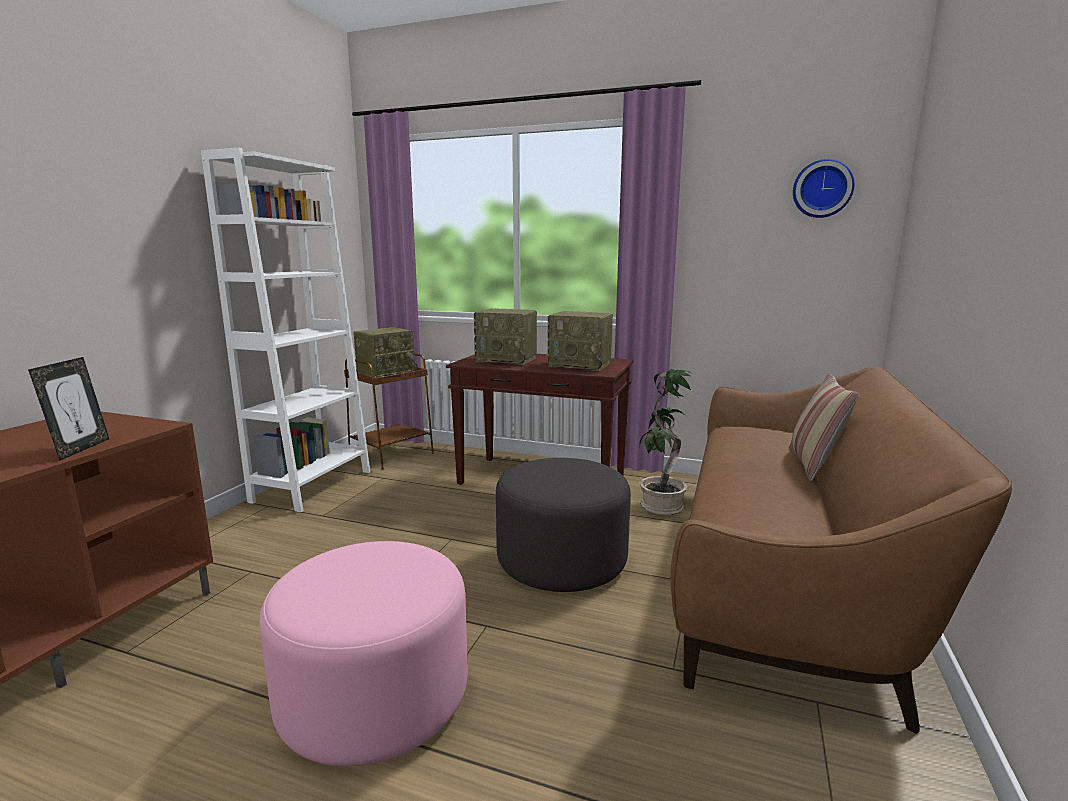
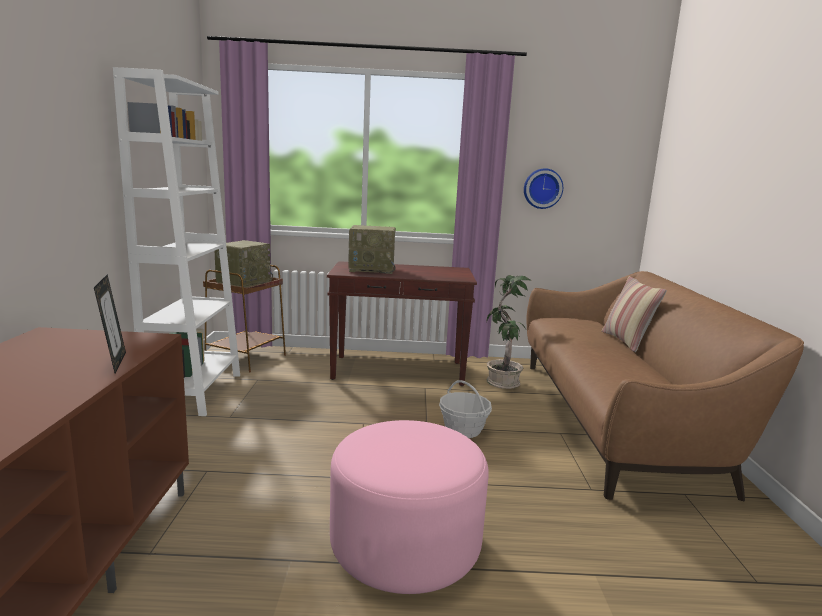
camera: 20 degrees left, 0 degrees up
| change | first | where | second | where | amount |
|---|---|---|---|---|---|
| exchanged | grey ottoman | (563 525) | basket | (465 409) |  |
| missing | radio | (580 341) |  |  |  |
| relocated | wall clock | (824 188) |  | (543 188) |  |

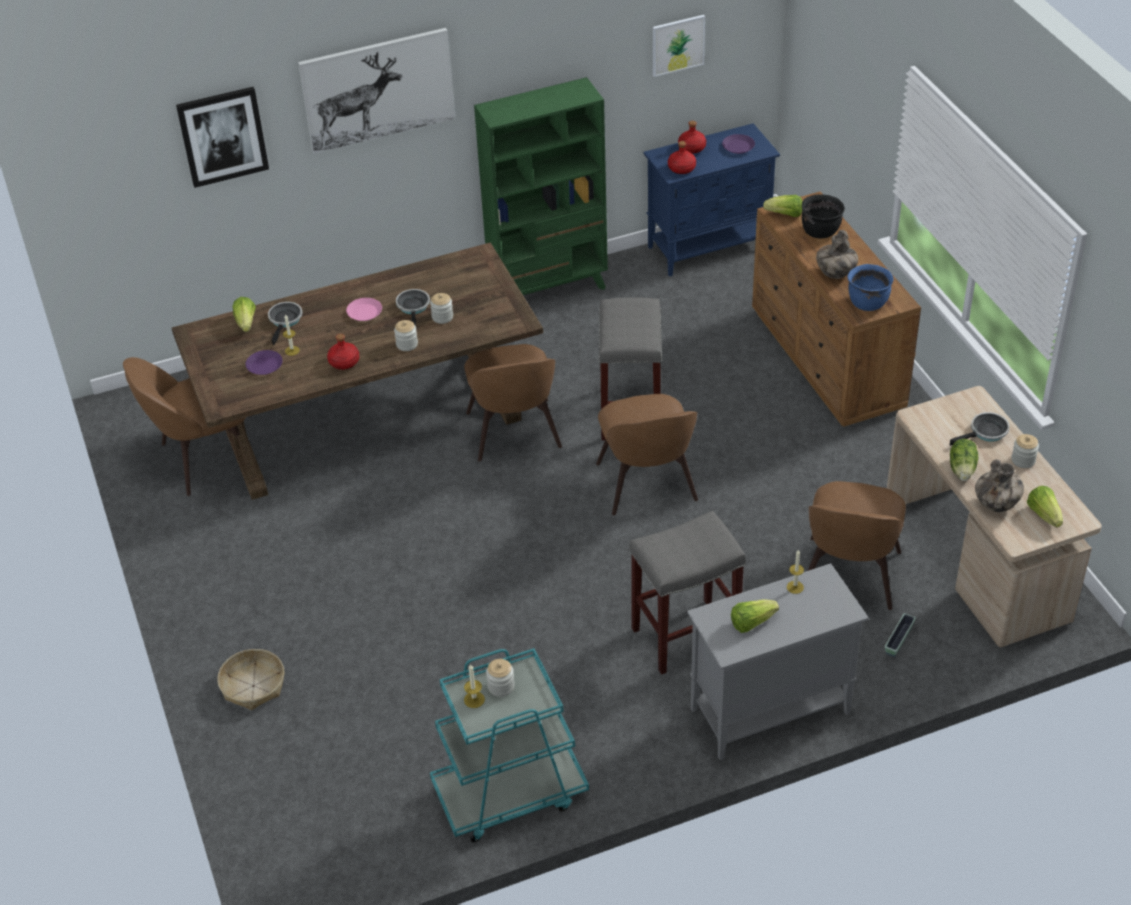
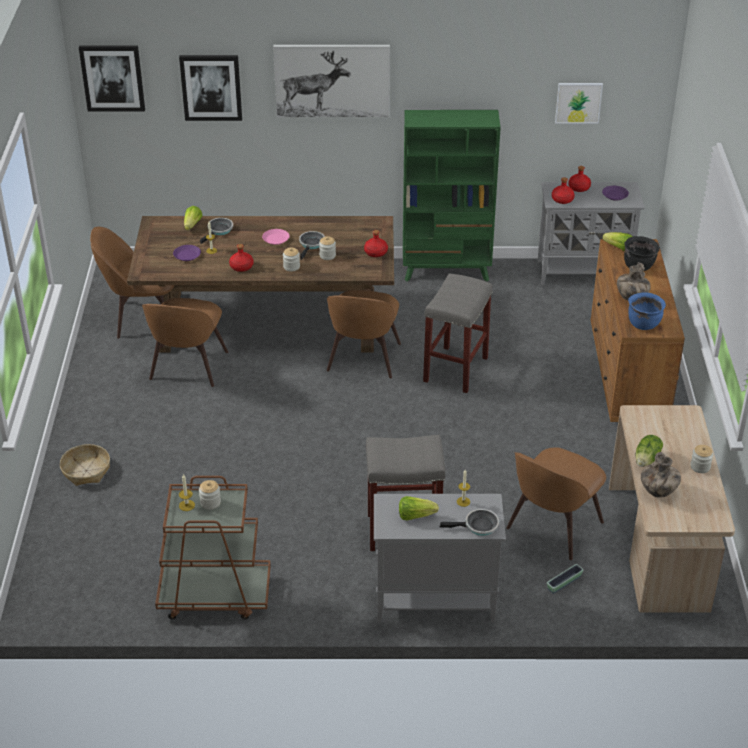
camera: 20 degrees right, 5 degrees down
| change | first | where | second | where | amount |
|---|---|---|---|---|---|
| colour | turquoise cart | (509 745) | brown cart | (213 547) |  |
| relocated | brown chair | (647 454) |  | (185 342) |  |
| colour | blue cabinet | (712 200) | grey cabinet | (591 233) |  |
| relocated | frying pan | (980 429) |  | (469 522) |  |
| missing | lettuce | (1045 507) |  |  |  |
| appeared |  |  | picture | (112 78) |  |
| appeared |  |  | red bottle | (376 243) |  |

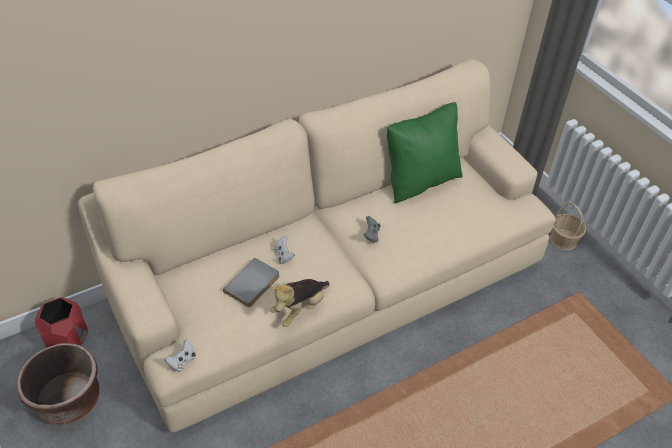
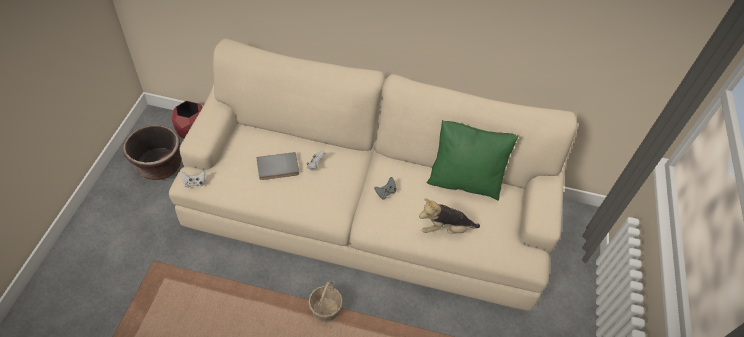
camera: 40 degrees right, 5 degrees up
| change | first | where | second | where | amount |
|---|---|---|---|---|---|
| relocated | plush toy | (299 303) |  | (449 216) |  |
| relocated | basket | (568 226) |  | (325 301) |  |

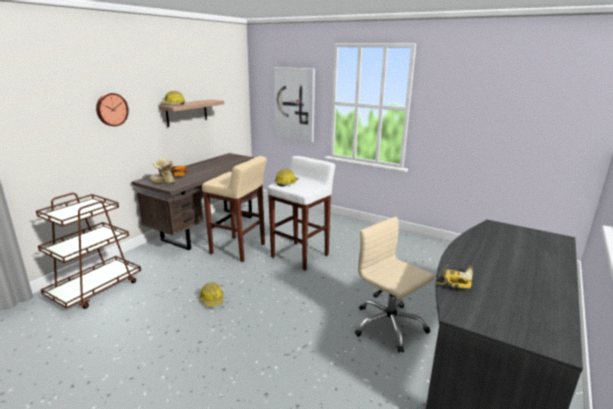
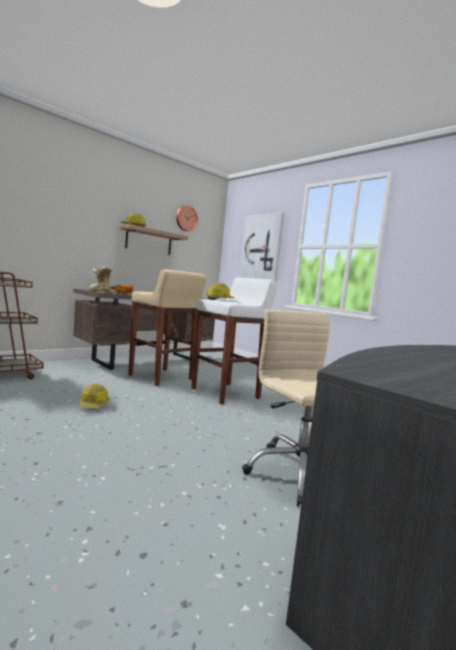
camera: 15 degrees right, 15 degrees down
| change | first | where | second | where | amount |
|---|---|---|---|---|---|
| relocated | wall clock | (112 109) |  | (187 218) |  |
| missing | power drill | (454 277) |  |  |  |

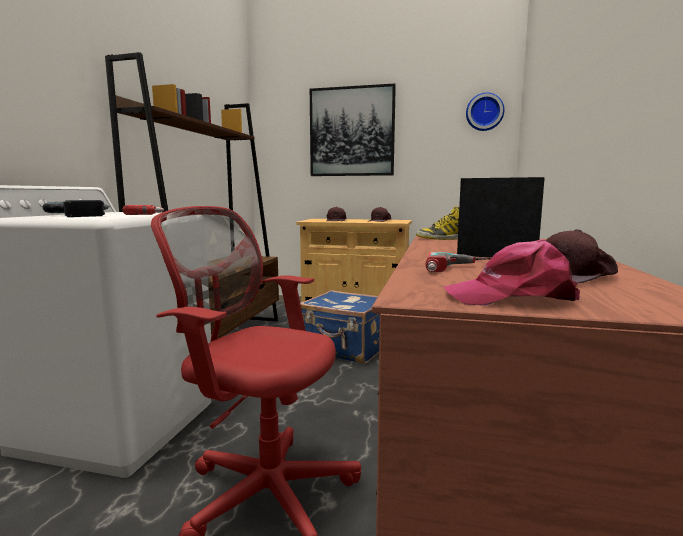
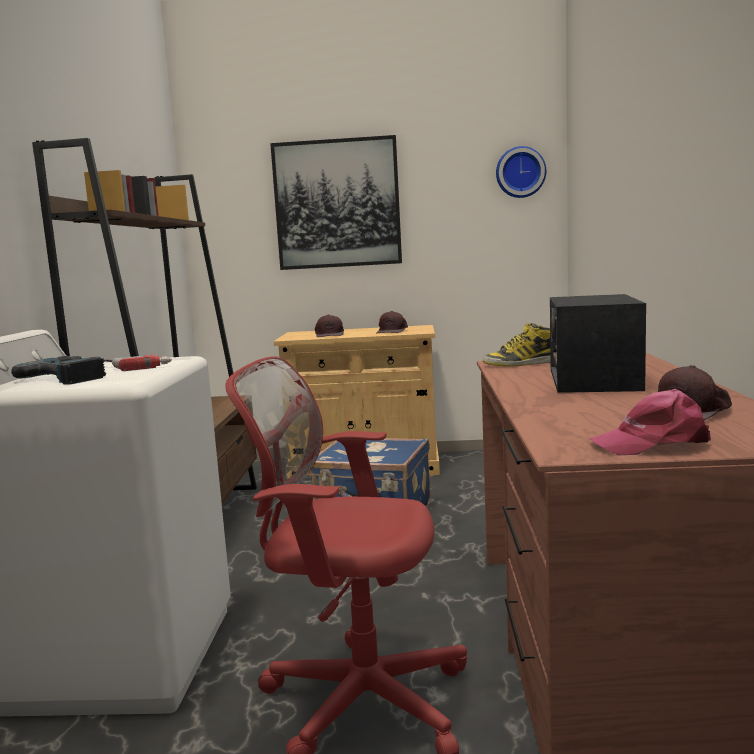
camera: 10 degrees left, 0 degrees up
| change | first | where | second | where | amount |
|---|---|---|---|---|---|
| missing | power drill | (458 262) |  |  |  |

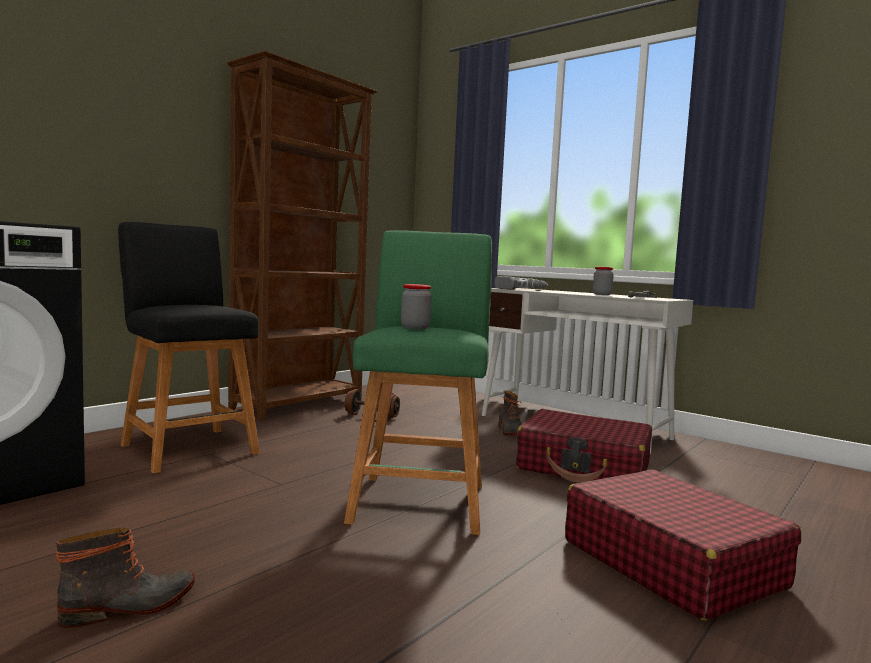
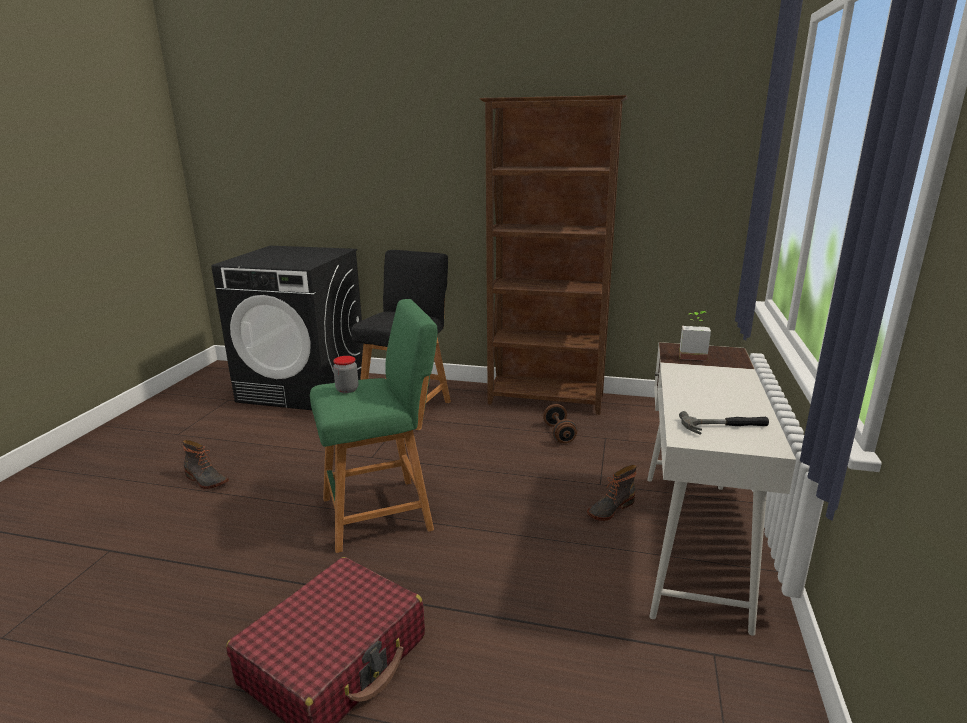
camera: 65 degrees right, 15 degrees up
| change | first | where | second | where | amount |
|---|---|---|---|---|---|
| exchanged | power drill | (521 282) | potted plant | (695 336) |  |
| missing | red suitcase | (584 446) |  |  |  |
| missing | jar | (603 281) |  |  |  |

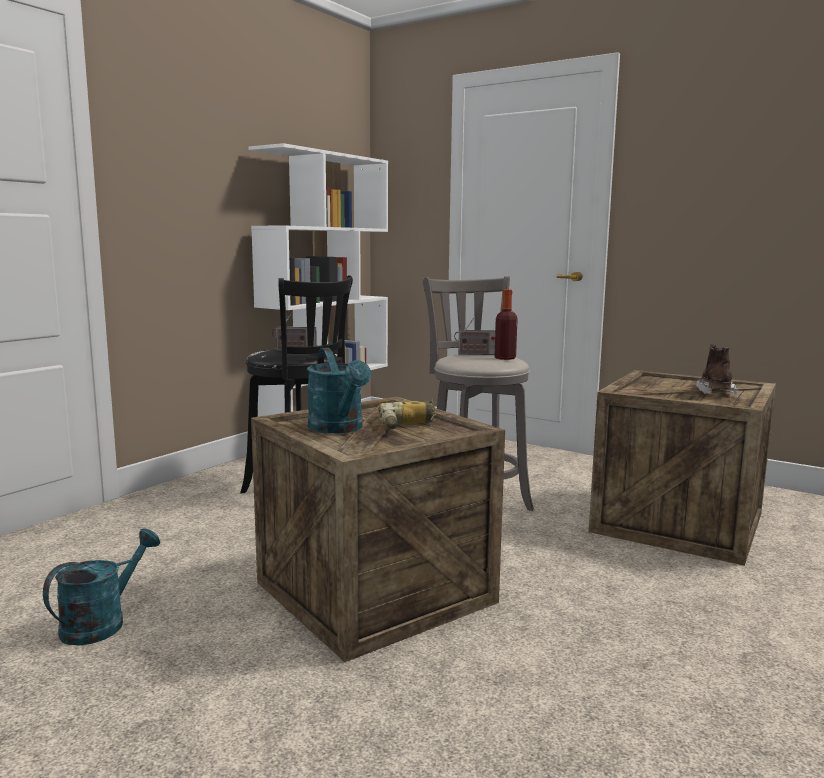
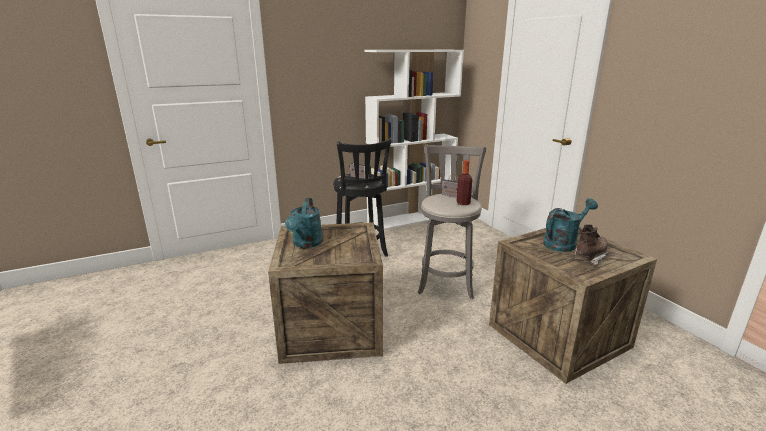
camera: 30 degrees right, 10 degrees up
| change | first | where | second | where | amount |
|---|---|---|---|---|---|
| relocated | turquoise watering can | (101 586) |  | (570 225) |  |
| missing | power drill | (407 413) |  |  |  |

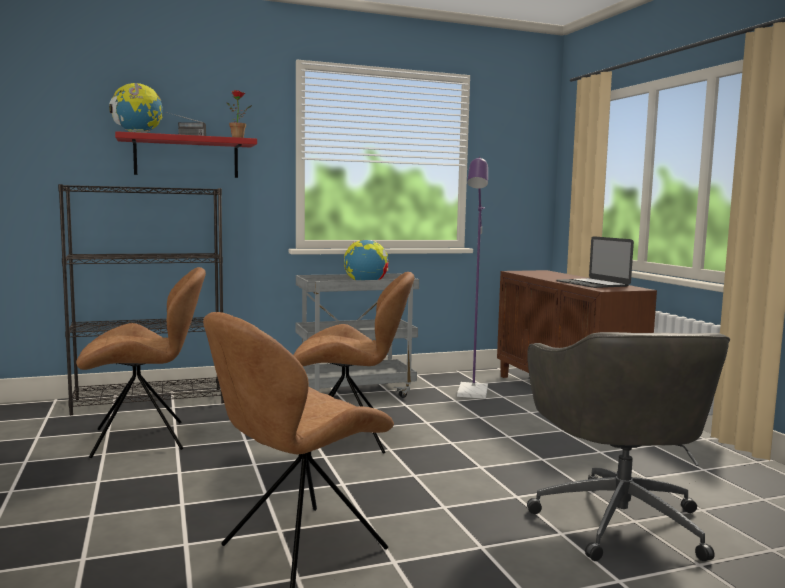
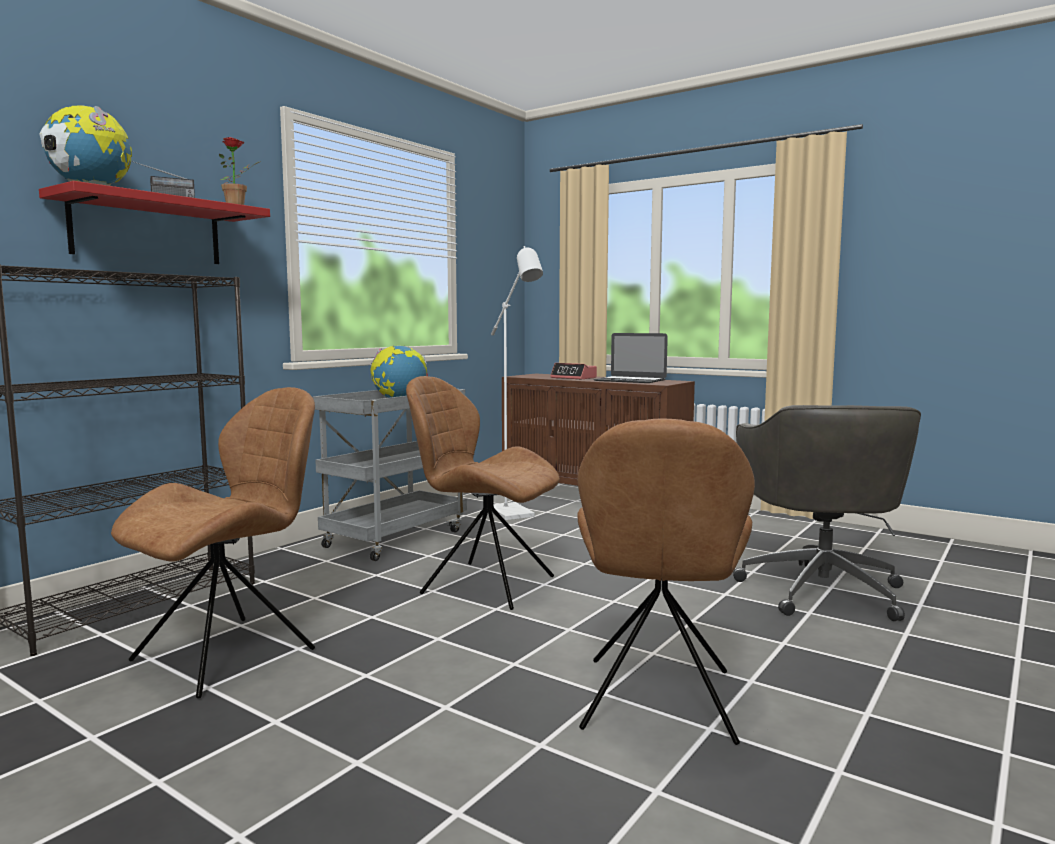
camera: 35 degrees left, 0 degrees up
| change | first | where | second | where | amount |
|---|---|---|---|---|---|
| spun | brown chair | (353 363) |  | (483 493) | 120 degrees counterclockwise |
| colour | purple floor lamp | (472 278) | white floor lamp | (517 383) |  |
| spun | grey office chair | (628 446) |  | (827 513) | 45 degrees clockwise |
| appeared |  |  | alarm clock | (573 371) |  |

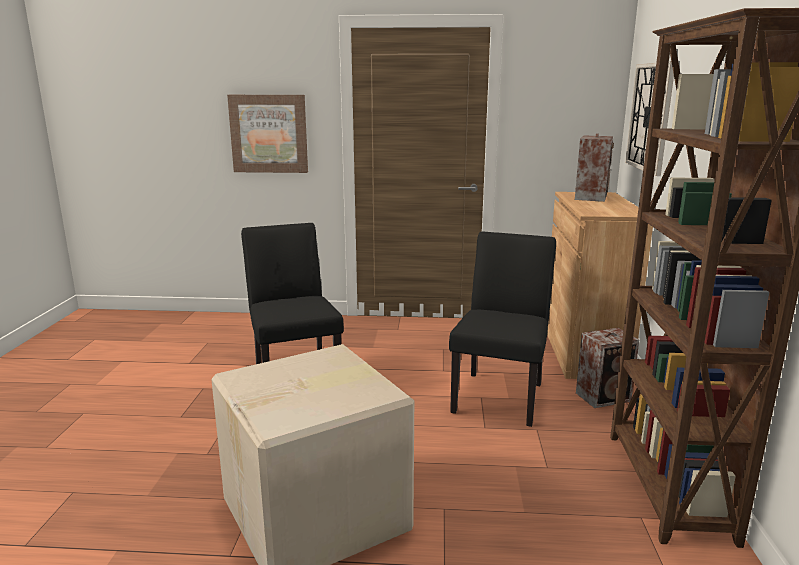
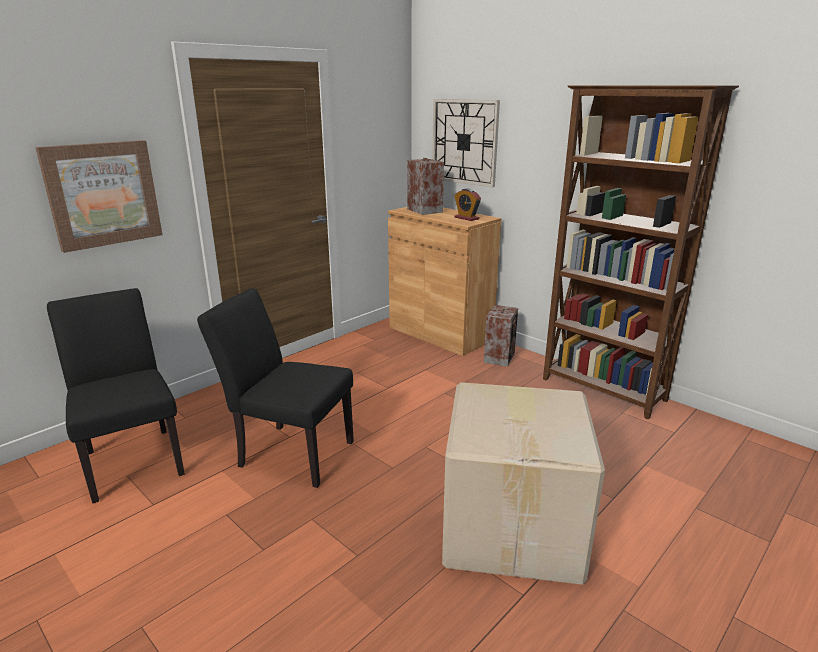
camera: 50 degrees left, 5 degrees up
| change | first | where | second | where | amount |
|---|---|---|---|---|---|
| relocated | black chair | (502 329) |  | (116 395) |  |
| appeared |  |  | alarm clock | (467 205) |  |

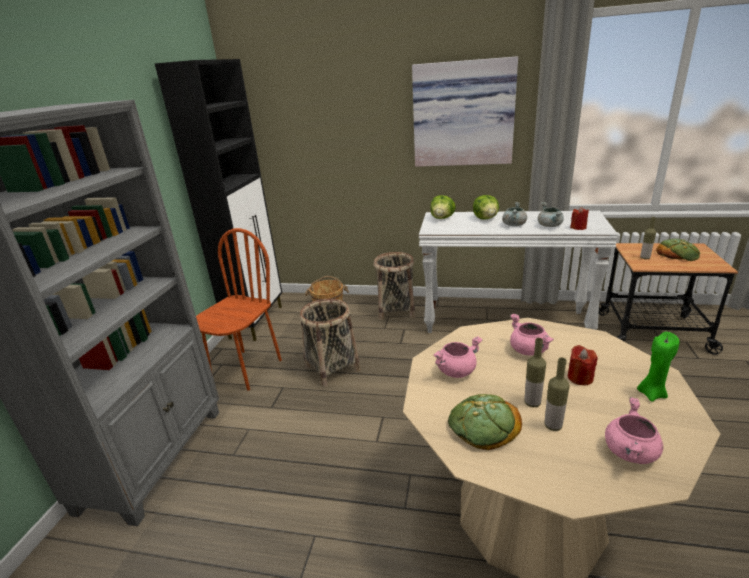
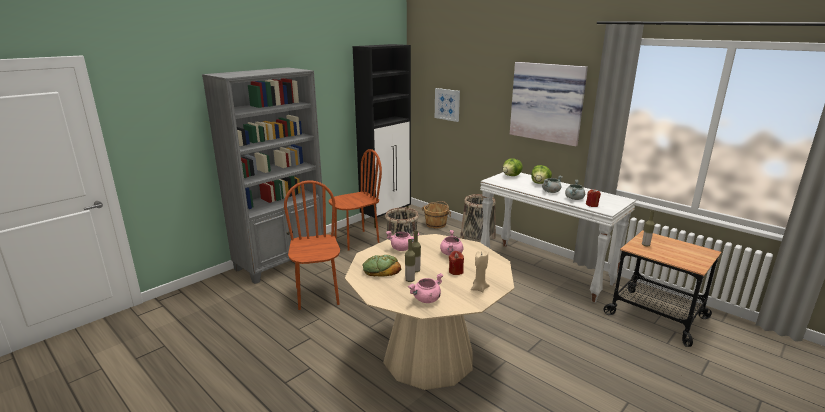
camera: 30 degrees right, 5 degrees down
| change | first | where | second | where | amount |
|---|---|---|---|---|---|
| colour | green candle | (658 367) | beige candle | (480 271) |  |
| missing | bread | (678 250) |  |  |  |
| appeared |  |  | brown chair | (312 245) |  |
| appeared |  |  | picture | (447 105) |  |

